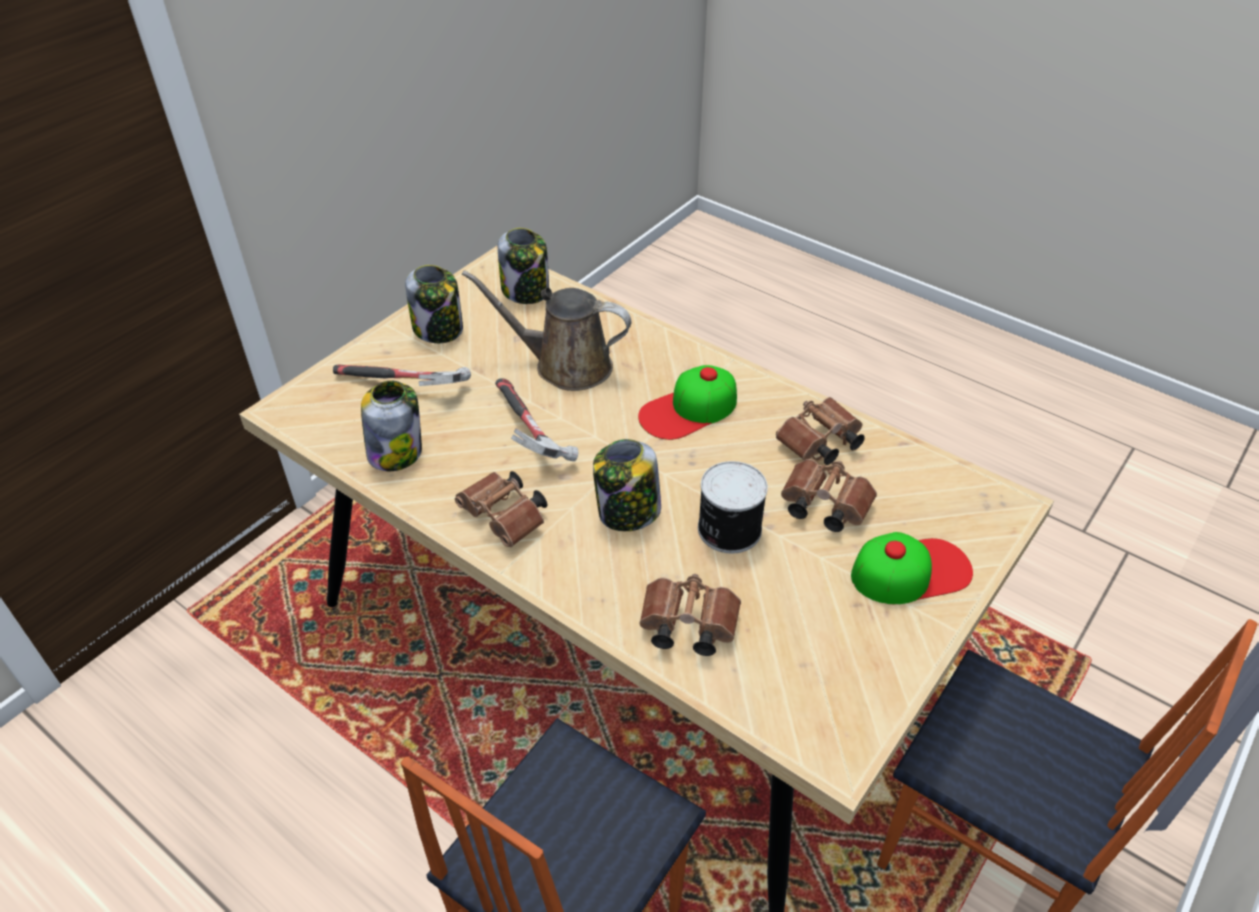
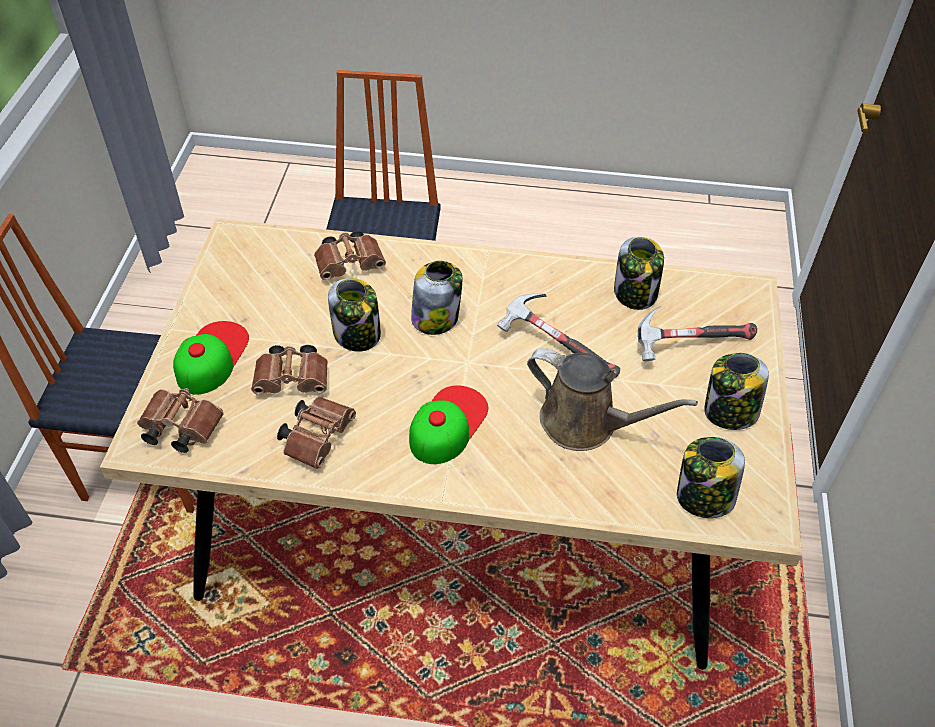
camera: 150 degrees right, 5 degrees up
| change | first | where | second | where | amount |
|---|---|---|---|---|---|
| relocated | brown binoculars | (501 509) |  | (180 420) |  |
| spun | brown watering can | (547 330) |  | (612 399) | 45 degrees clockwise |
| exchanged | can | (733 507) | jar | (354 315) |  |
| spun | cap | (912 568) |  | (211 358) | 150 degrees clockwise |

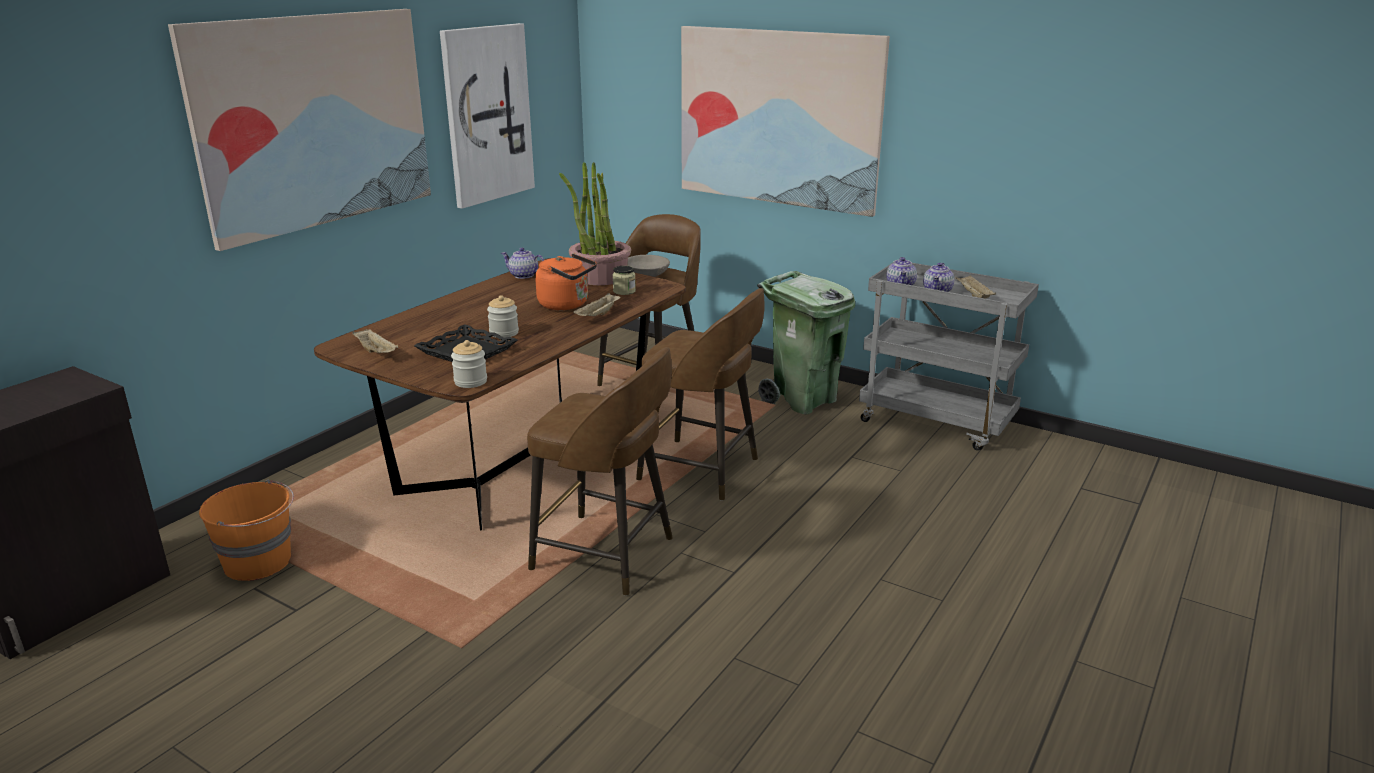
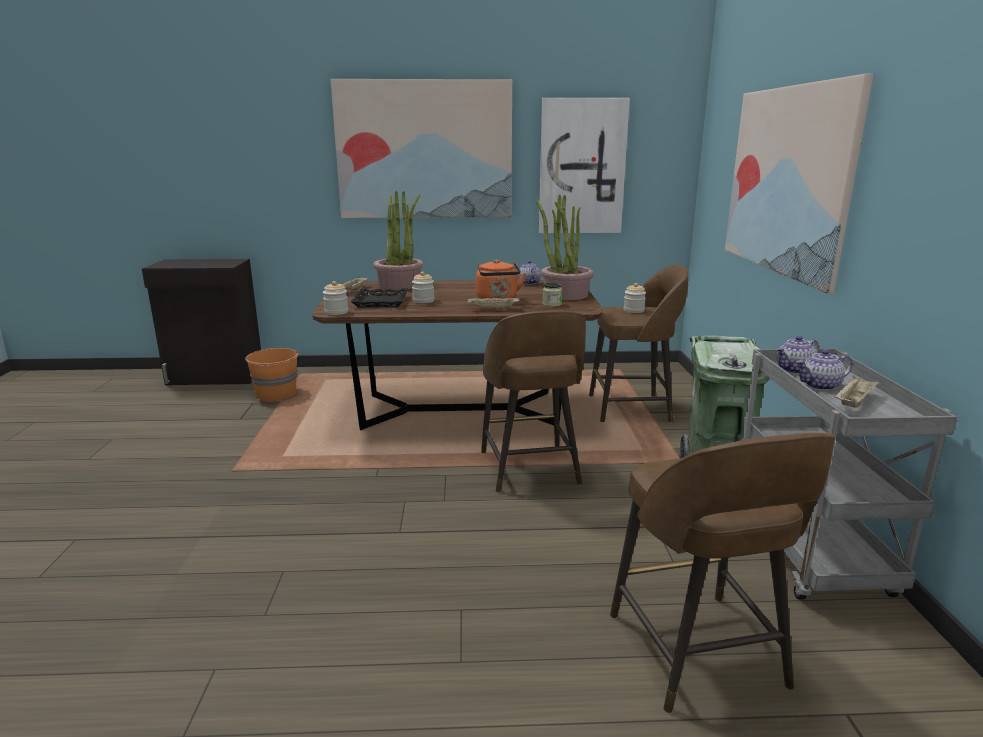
camera: 55 degrees right, 5 degrees down
| change | first | where | second | where | amount |
|---|---|---|---|---|---|
| relocated | brown stool | (600 471) |  | (722 573) |  |
| exchanged | grey bowl | (648 266) | jar | (635 298) |  |
| appeared |  |  | potted plant | (398 240) |  |

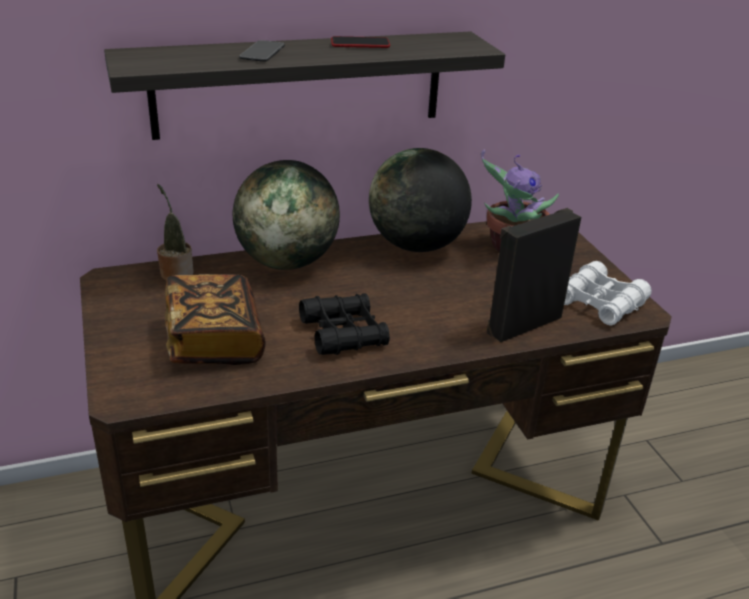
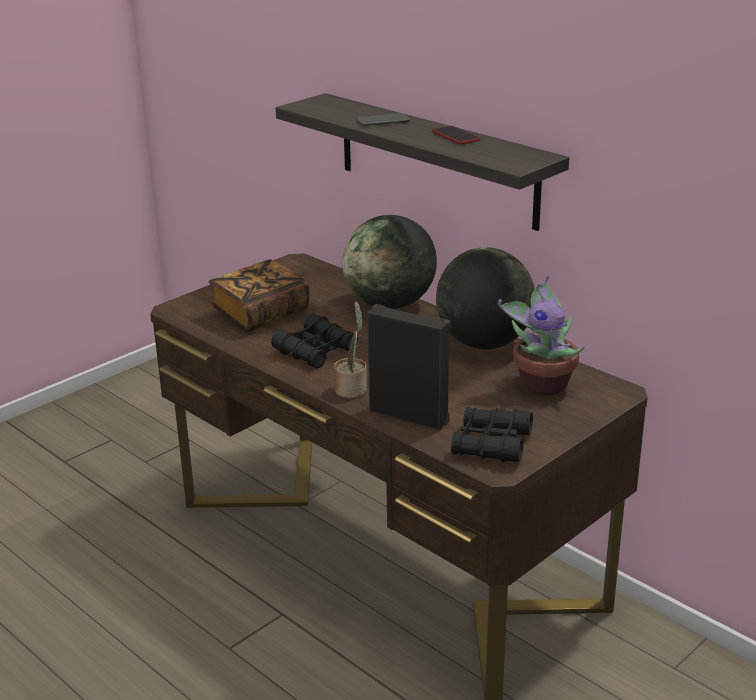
camera: 65 degrees right, 5 degrees down
| change | first | where | second | where | amount |
|---|---|---|---|---|---|
| relocated | potted plant | (175 232) |  | (350 349) |  |
| colour | white binoculars | (608 293) | black binoculars | (492 434) |  |

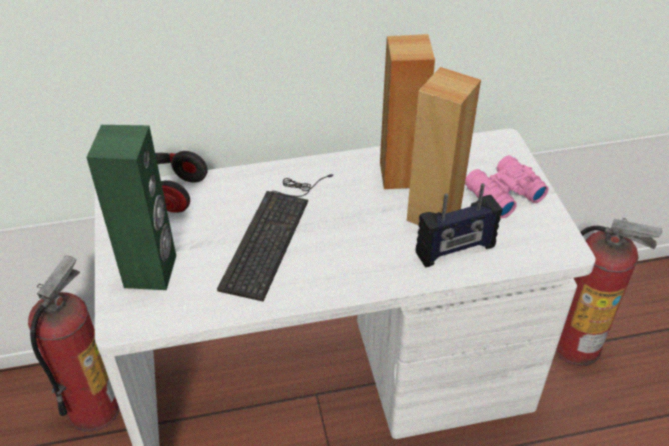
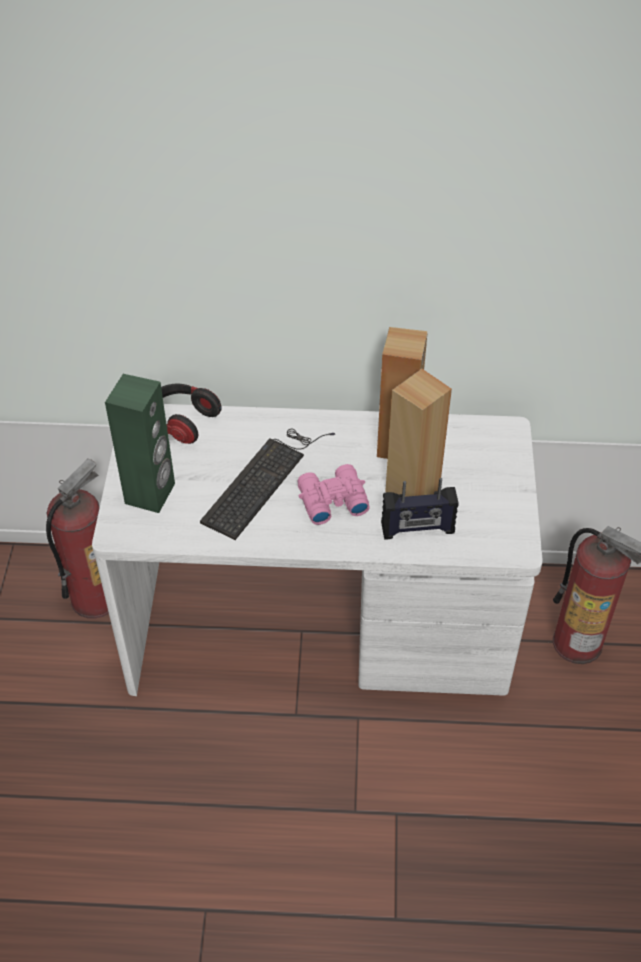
camera: 15 degrees right, 5 degrees up
| change | first | where | second | where | amount |
|---|---|---|---|---|---|
| relocated | pink binoculars | (507 186) |  | (333 494) |  |

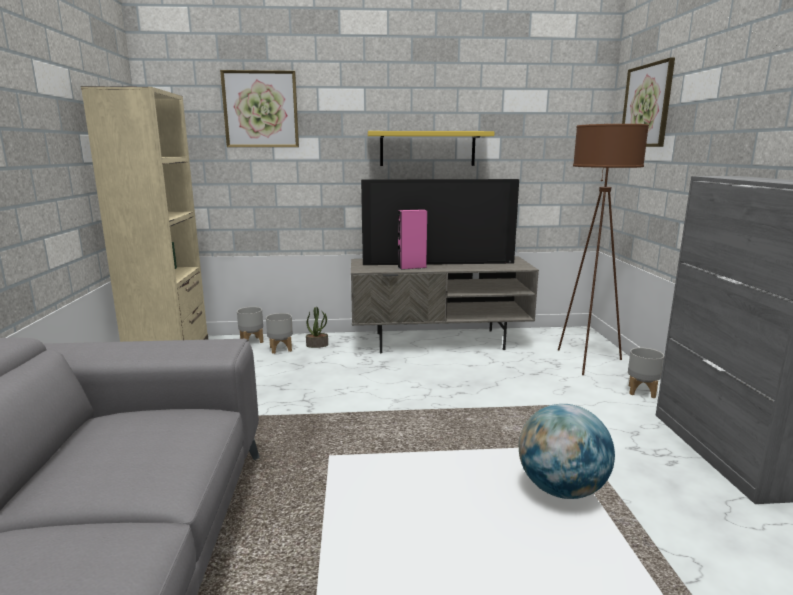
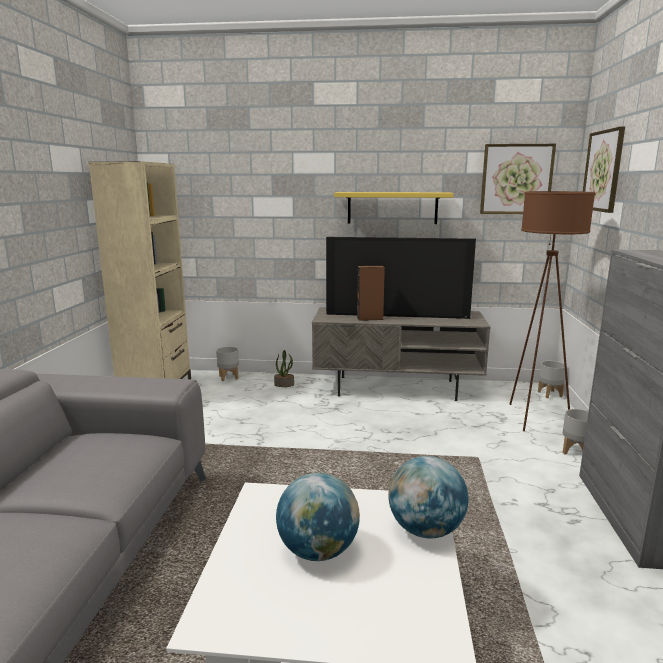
camera: 10 degrees right, 0 degrees up
| change | first | where | second | where | amount |
|---|---|---|---|---|---|
| relocated | picture | (259 108) |  | (518 179) |  |
| relocated | grey planter | (279 333) |  | (551 379) |  |
| colour | pink speaker | (412 239) | brown speaker | (371 293) |  |
| appeared |  |  | globe | (318 517) |  |

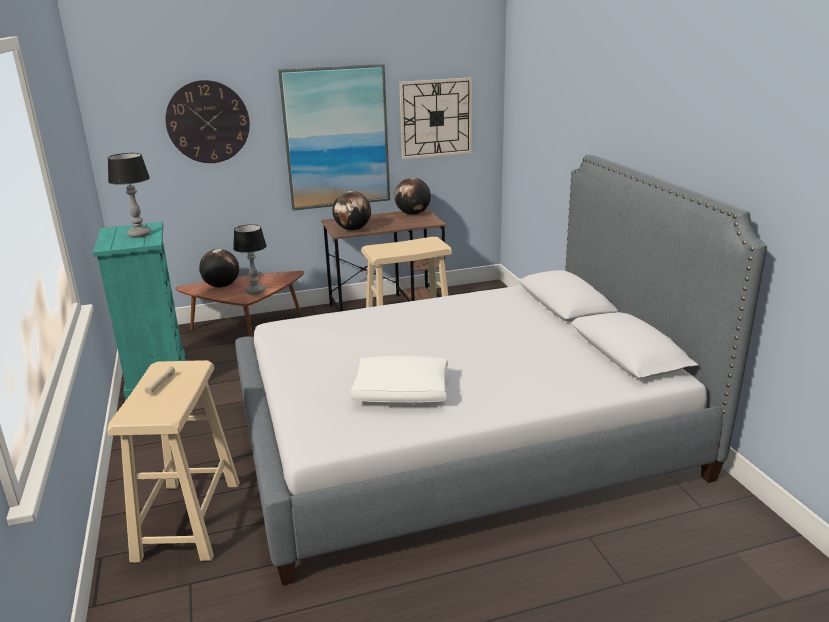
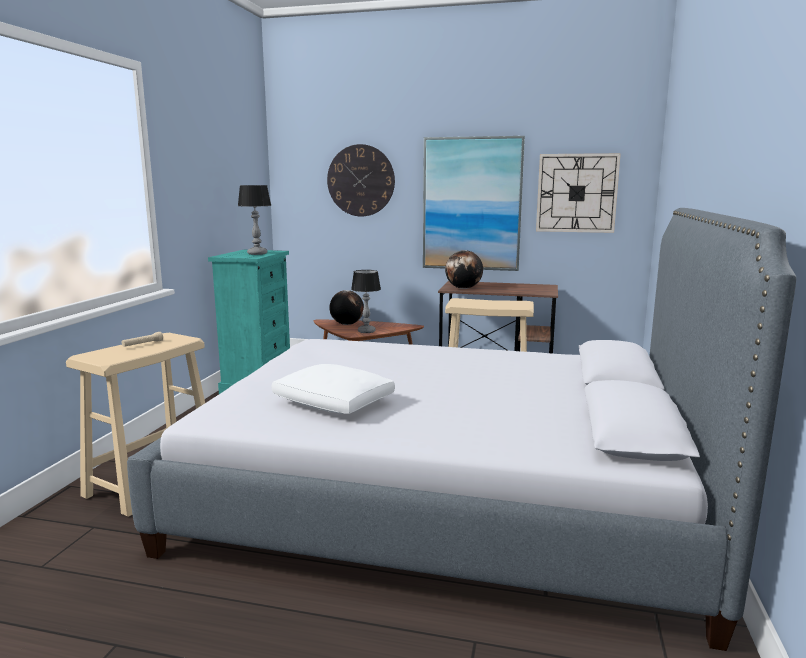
camera: 30 degrees right, 10 degrees down
| change | first | where | second | where | amount |
|---|---|---|---|---|---|
| missing | globe | (412 196) |  |  |  |

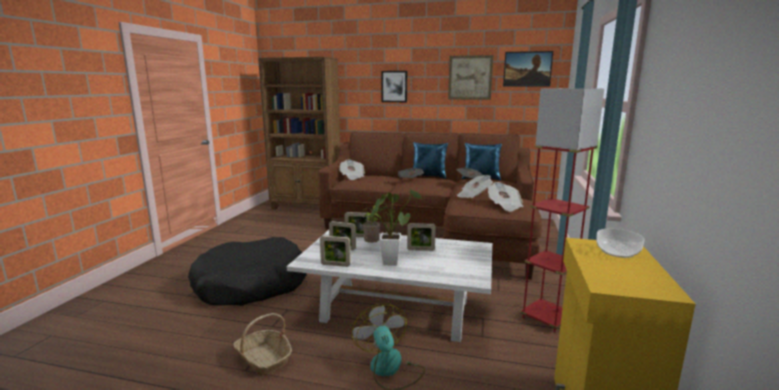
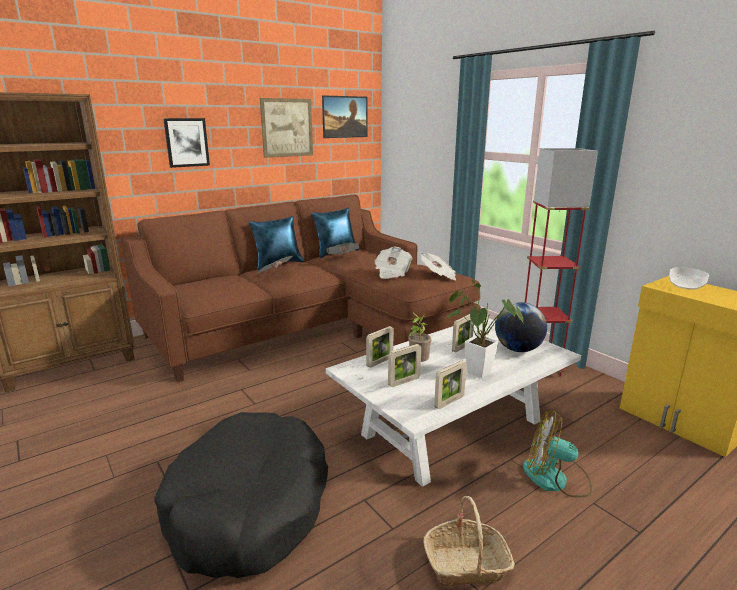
camera: 50 degrees left, 5 degrees up
| change | first | where | second | where | amount |
|---|---|---|---|---|---|
| missing | newspaper | (352 170) |  |  |  |
| appeared |  |  | globe | (521 327) |  |

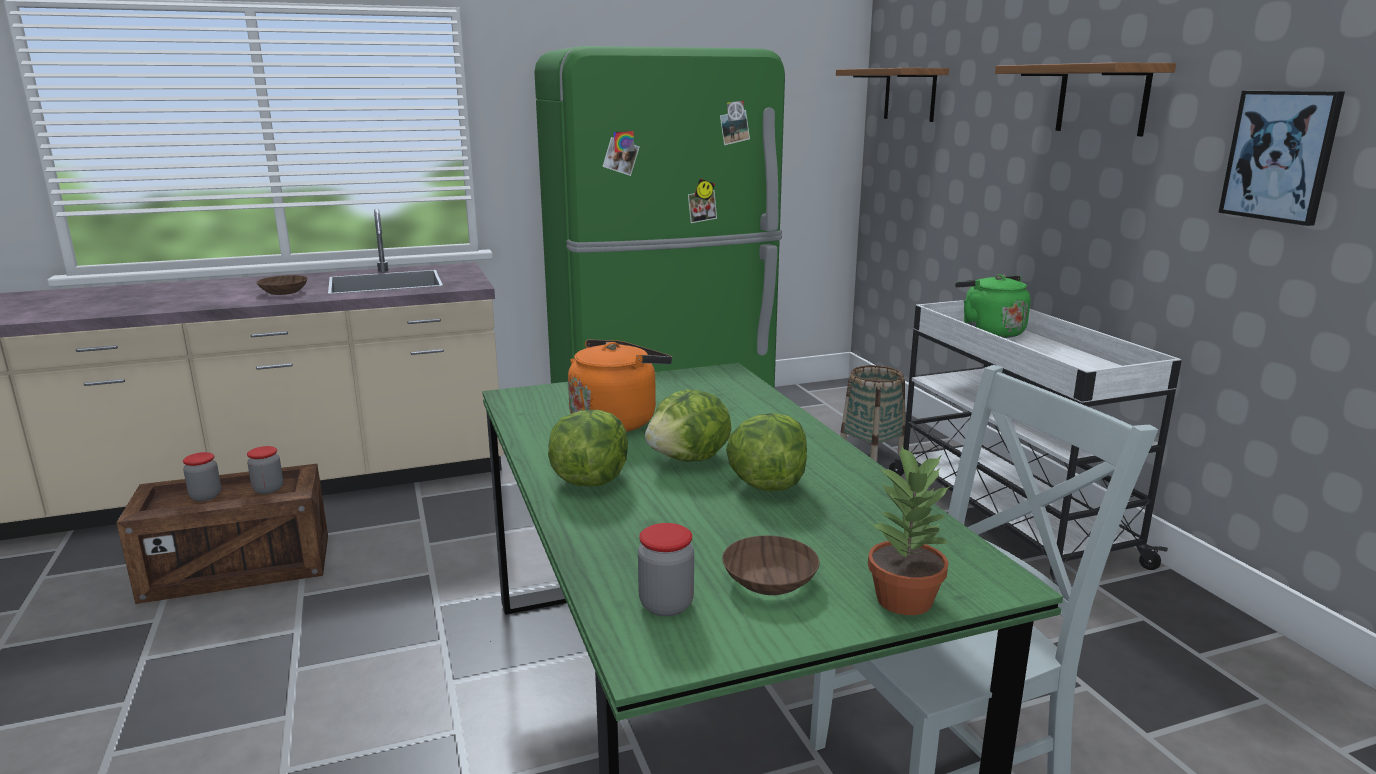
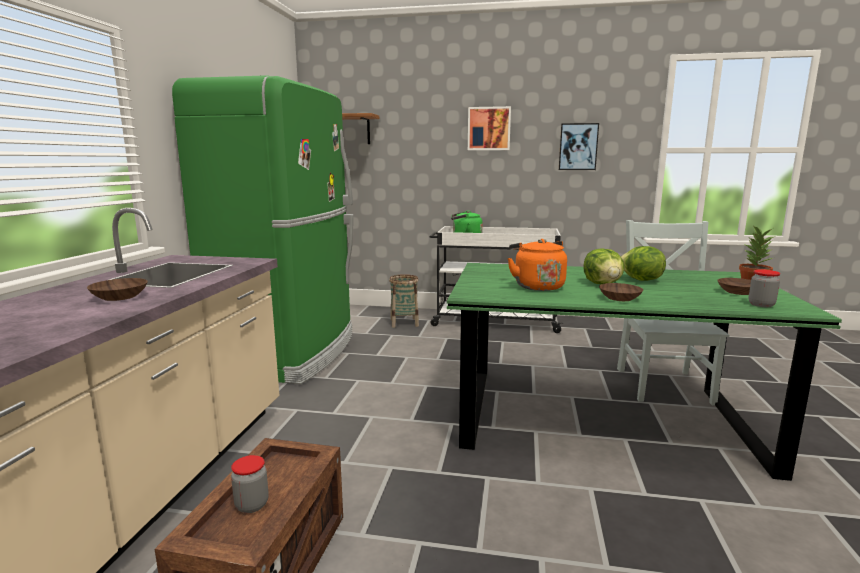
camera: 60 degrees left, 5 degrees down
| change | first | where | second | where | amount |
|---|---|---|---|---|---|
| missing | jar | (265 470) |  |  |  |
| exchanged | lettuce | (588 448) | brown bowl | (621 292) |  |
| exchanged | shelf | (1085 99) | picture | (489 128) |  |

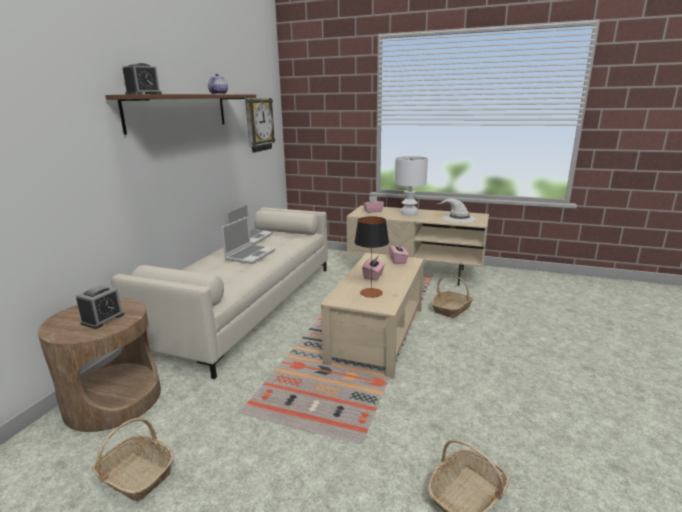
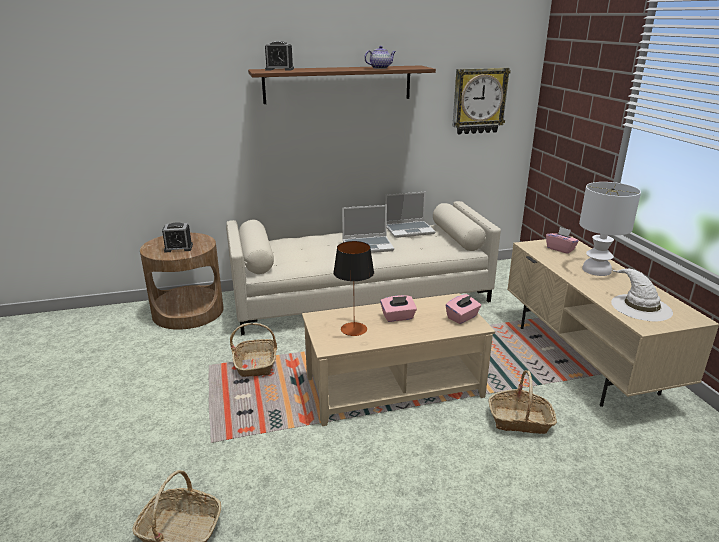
camera: 55 degrees right, 5 degrees up
| change | first | where | second | where | amount |
|---|---|---|---|---|---|
| relocated | basket | (133 459) |  | (253 350) |  |

